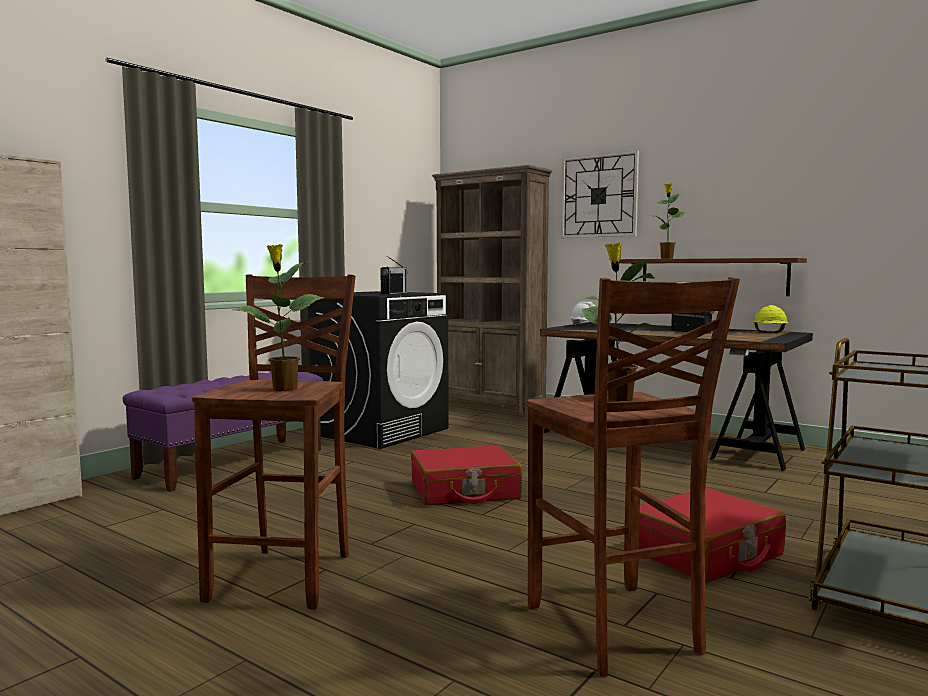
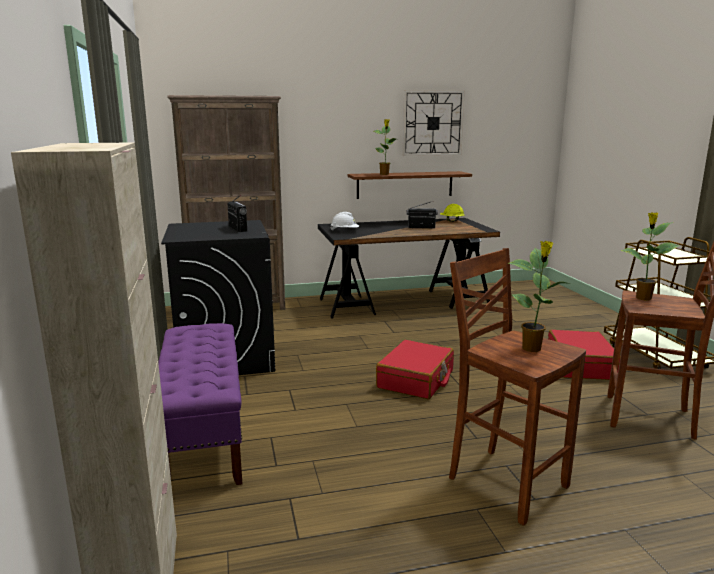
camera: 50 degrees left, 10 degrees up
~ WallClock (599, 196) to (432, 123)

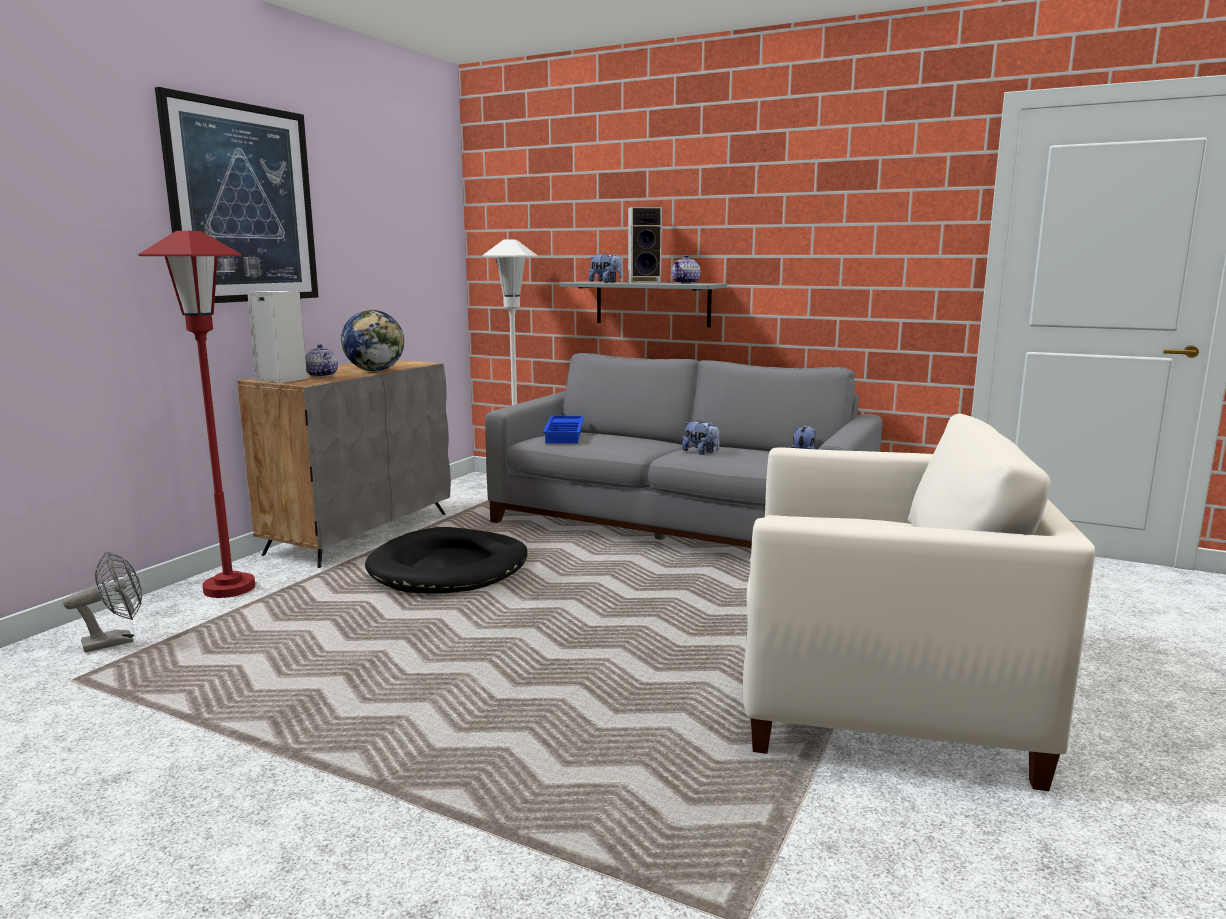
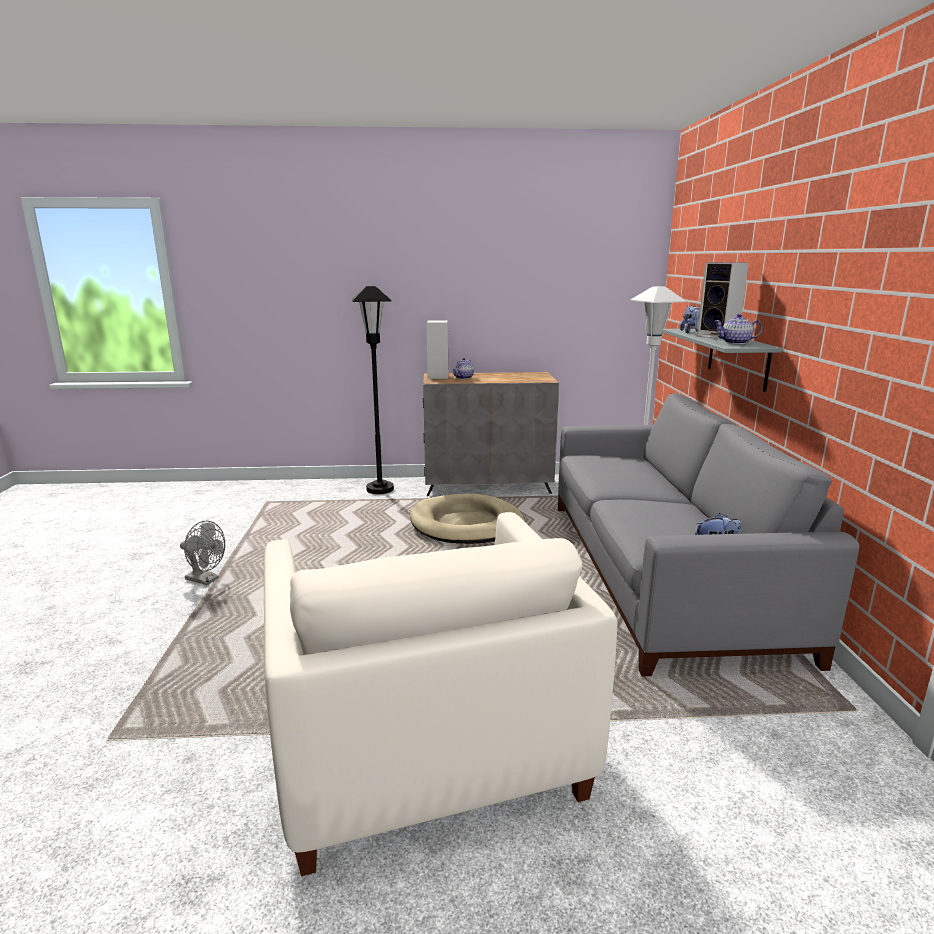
camera: 60 degrees right, 5 degrees up
- Picture (243, 204)
~ RedFloorLamp (229, 588) to BlackFloorLamp (380, 489)
- Globe (375, 370)
- BlueTray (565, 434)
- PlushToy (701, 452)
~ BlackDogBed (449, 568) to BeigeDogBed (466, 524)
~ GreyFan (116, 641) to (206, 580)

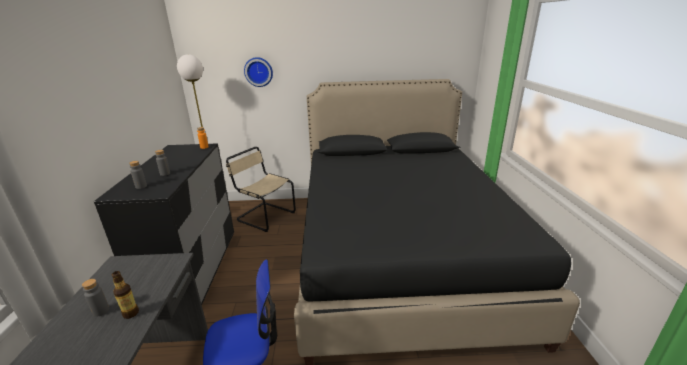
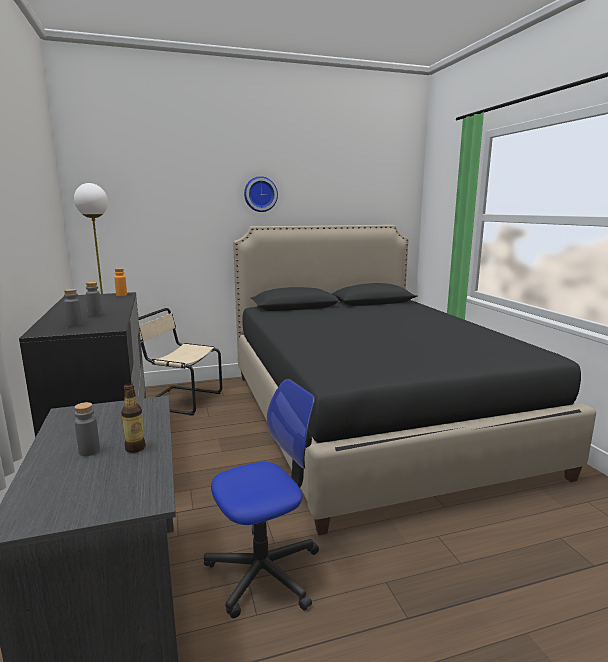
camera: 15 degrees left, 10 degrees down
~ WallClock (258, 72) to (260, 194)

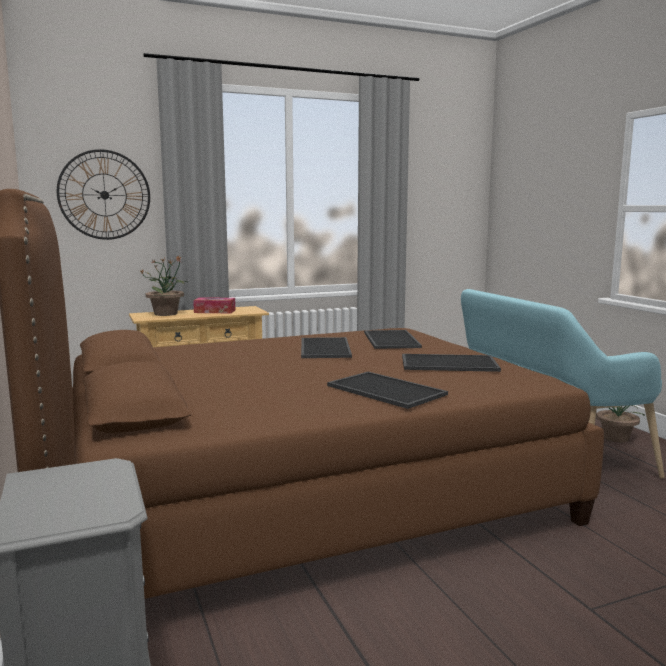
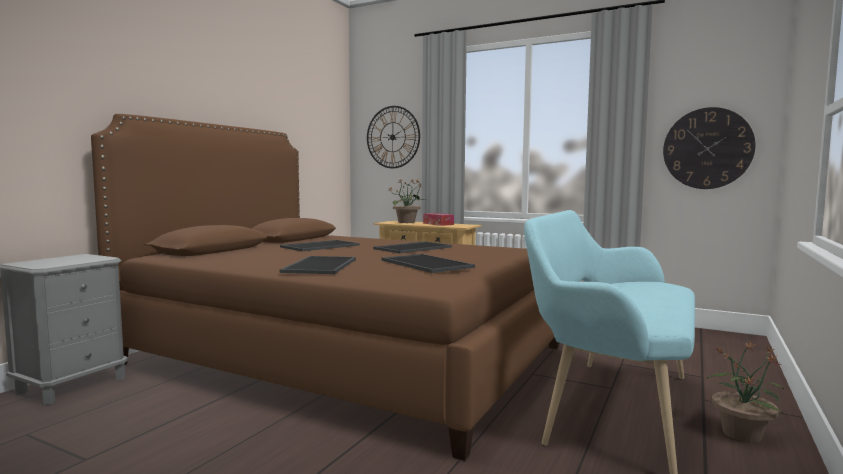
camera: 50 degrees right, 5 degrees down
~ Tray (390, 339) to (320, 246)
+ WallClock (707, 148)

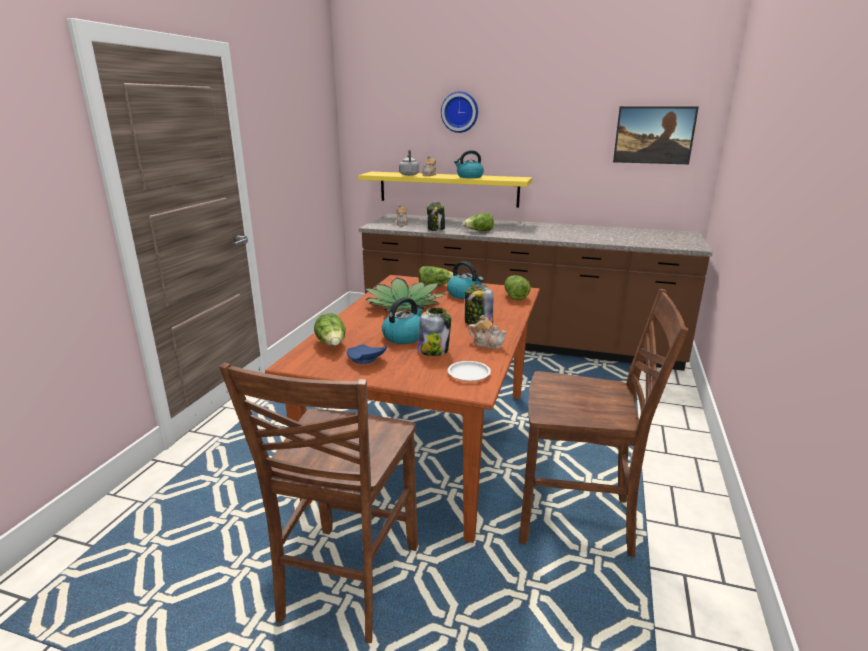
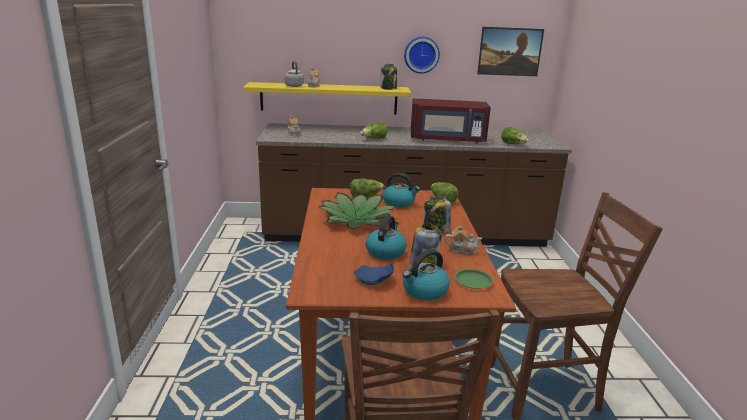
camera: 20 degrees left, 0 degrees up
~ WallClock (460, 112) to (421, 54)
~ Kettle (469, 177) to (424, 291)
~ Jar (436, 229) to (388, 88)
~ Lettuce (332, 344) to (513, 144)
~ WhitePlate (469, 374) to GreenPlate (473, 281)
+ RedMicrowave (447, 140)

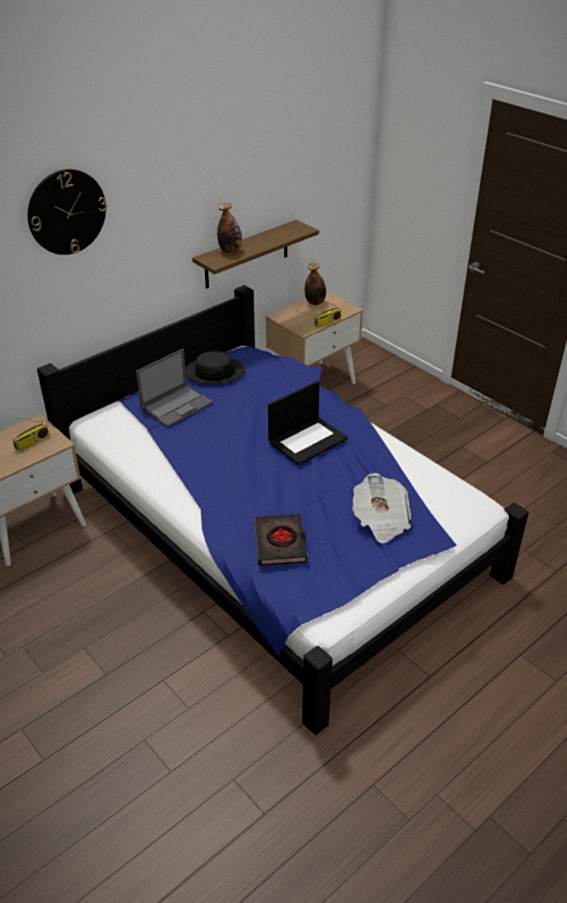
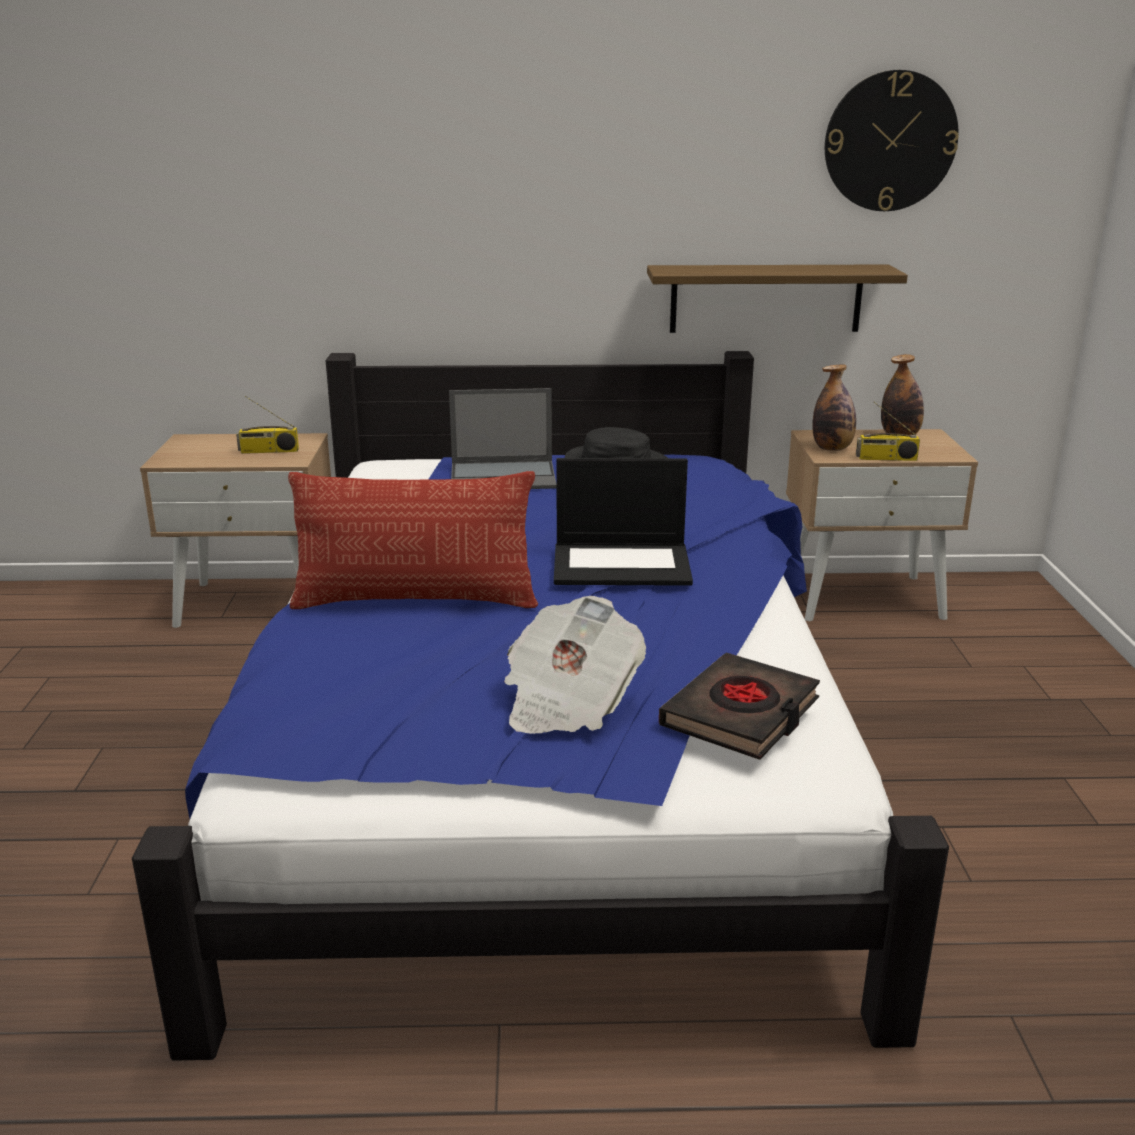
camera: 40 degrees right, 15 degrees down
~ WallClock (66, 212) to (890, 141)
~ Bottle (230, 251) to (832, 449)
~ BlackBook (280, 543) to (741, 714)
+ Pillow (416, 600)

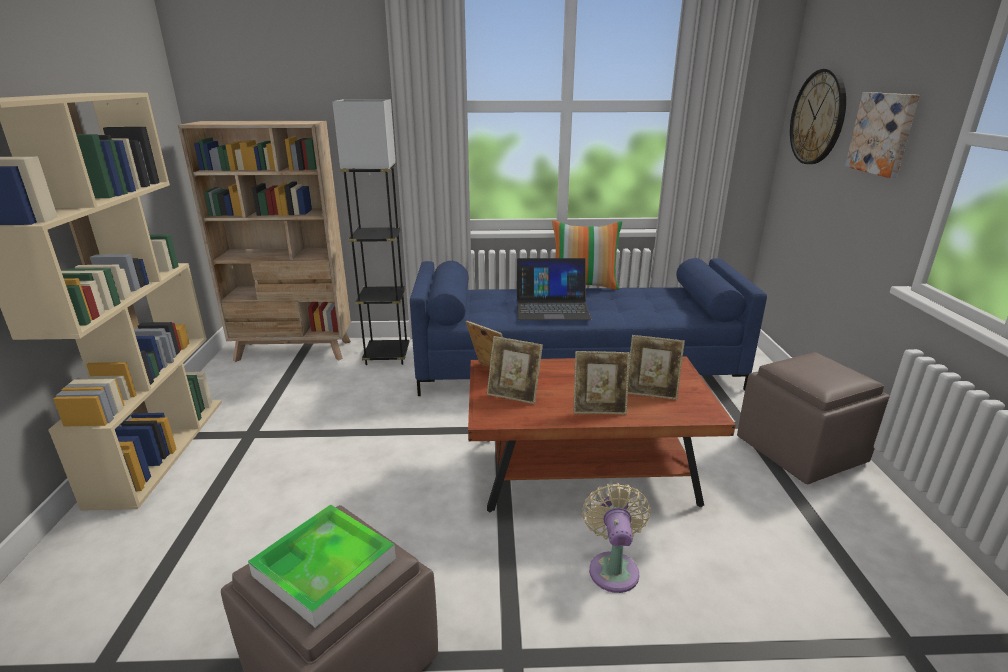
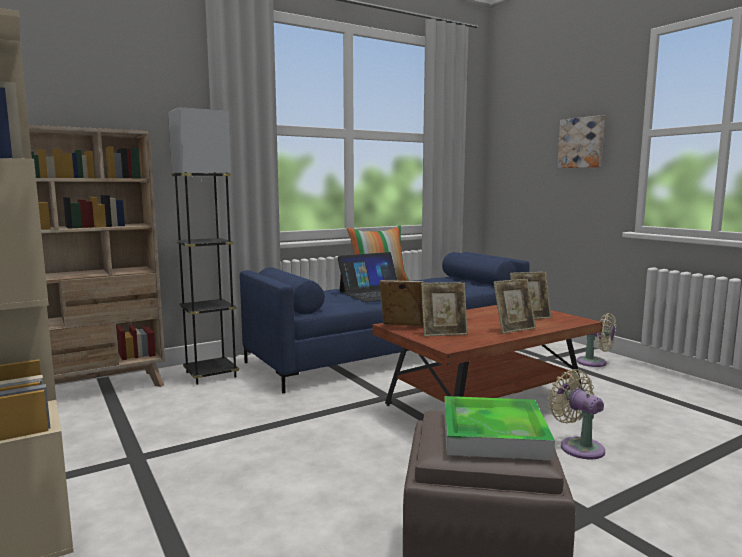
camera: 30 degrees left, 15 degrees down
- WallClock (818, 117)
~ BrownOttoman (800, 450) to BeigeFan (594, 363)

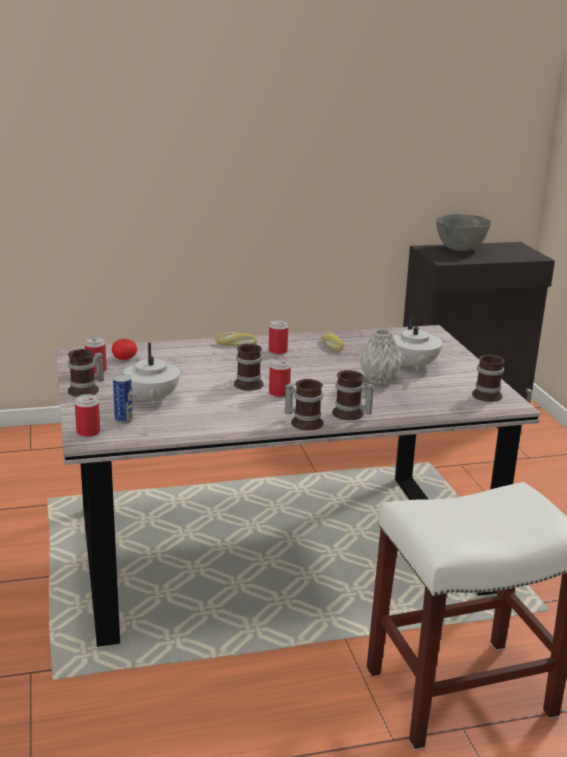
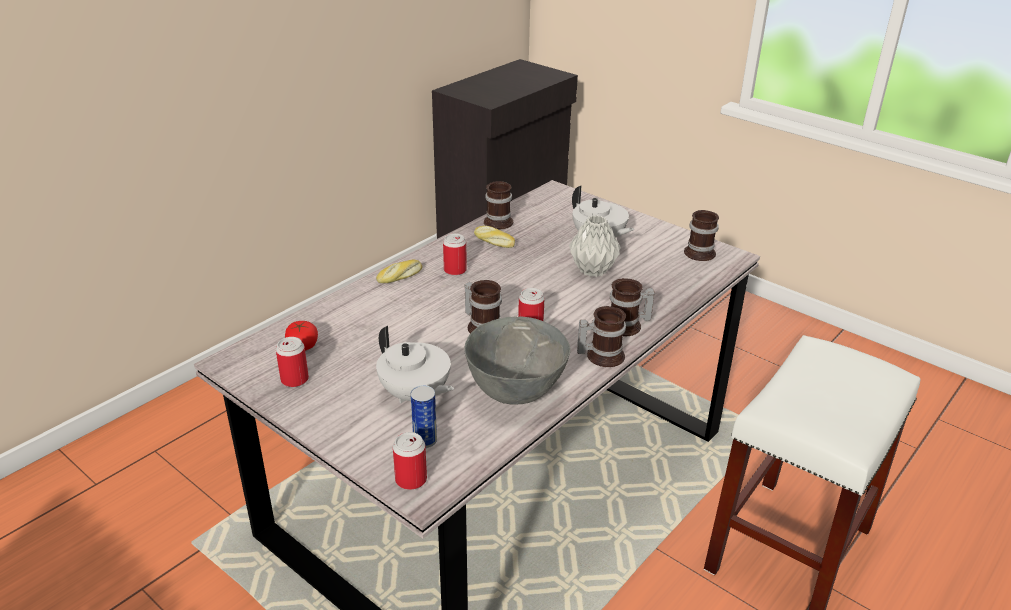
camera: 35 degrees left, 10 degrees up
~ GreyBowl (459, 249) to (514, 392)
~ Mug (87, 390) to (500, 221)

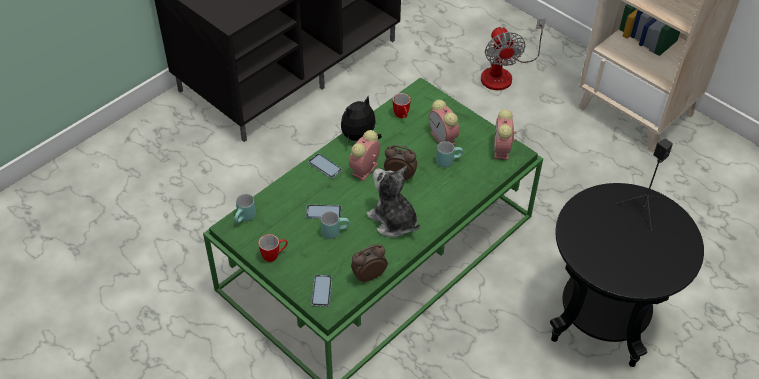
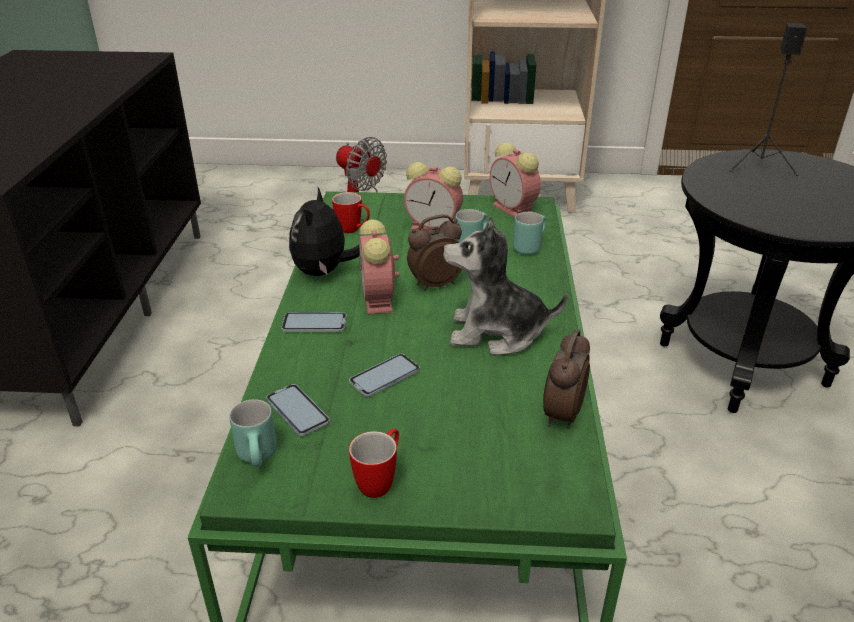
camera: 40 degrees left, 15 degrees down
~ TurquoiseMug (334, 231) to (528, 246)
~ Phone (321, 291) to (297, 411)

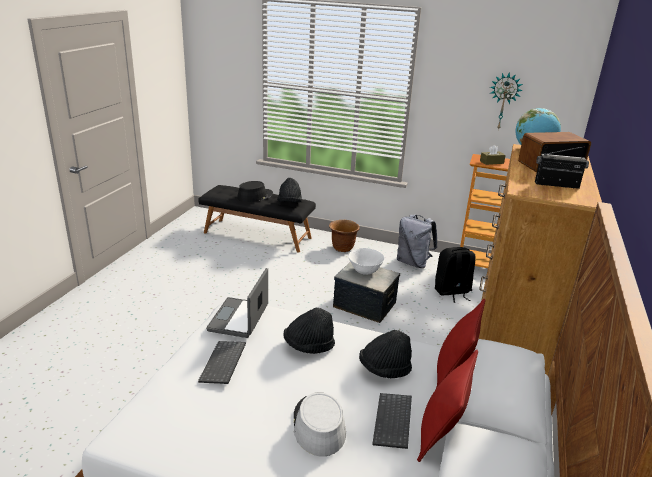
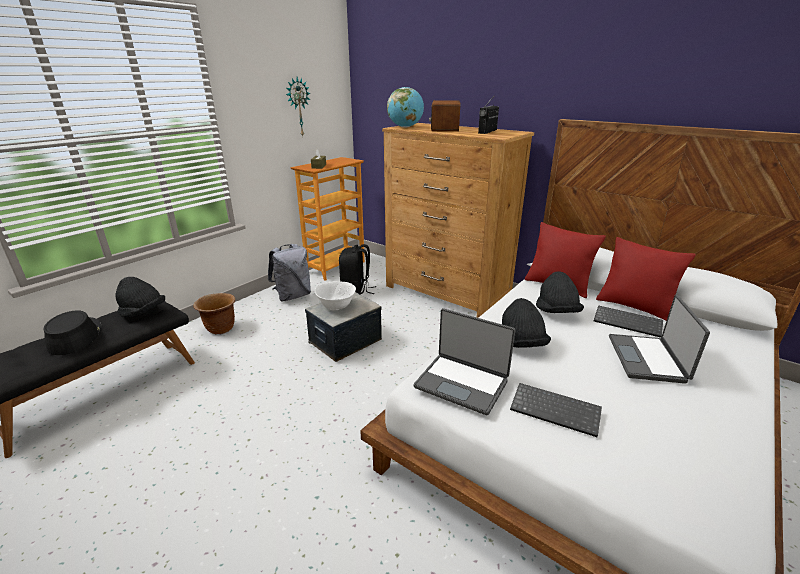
camera: 70 degrees left, 0 degrees up
~ GreyHat (318, 425) to Laptop (648, 359)

